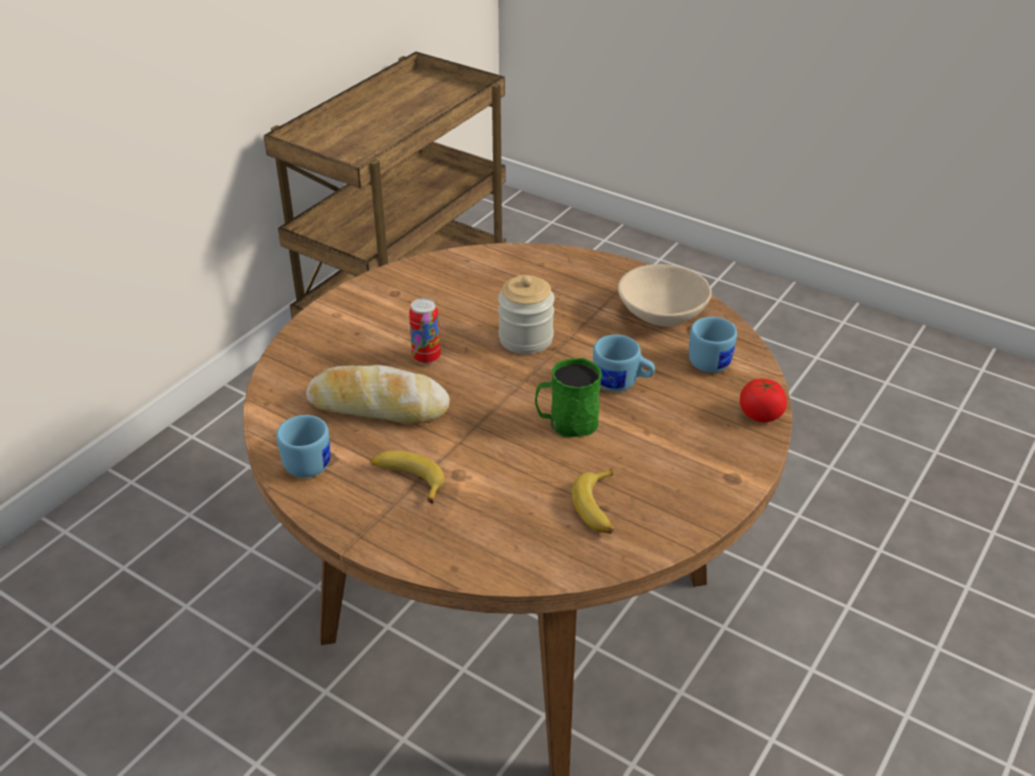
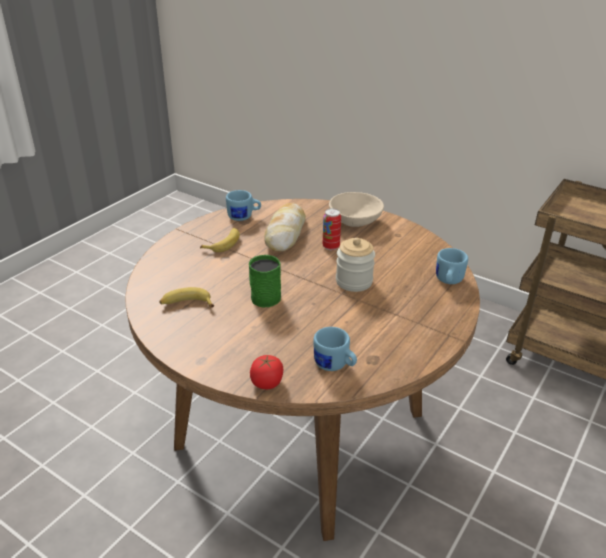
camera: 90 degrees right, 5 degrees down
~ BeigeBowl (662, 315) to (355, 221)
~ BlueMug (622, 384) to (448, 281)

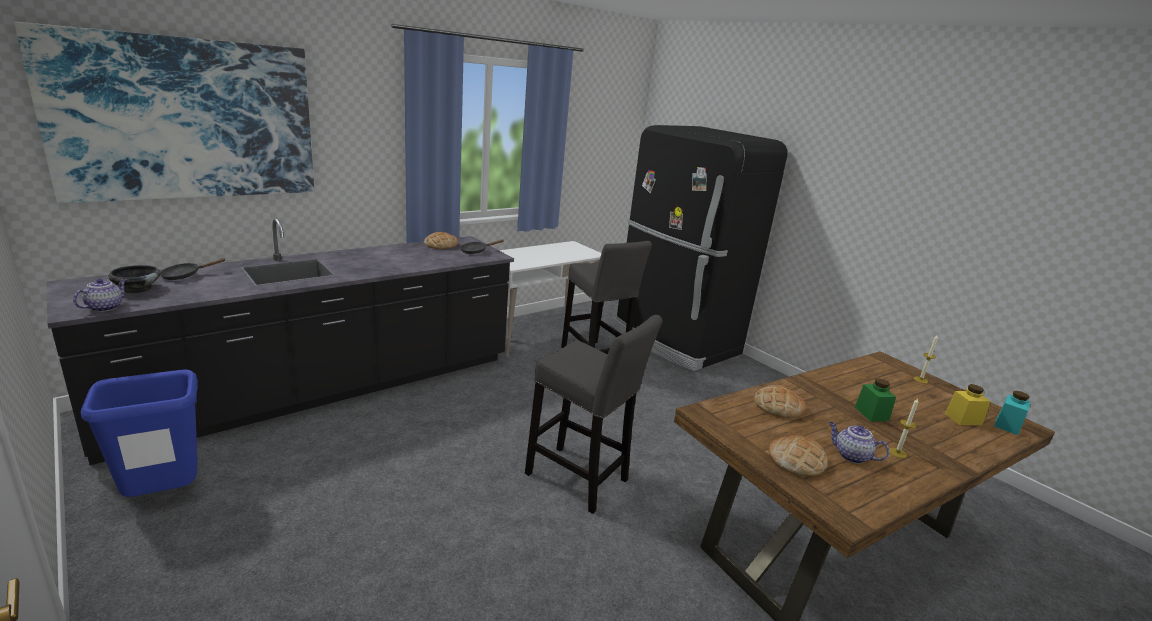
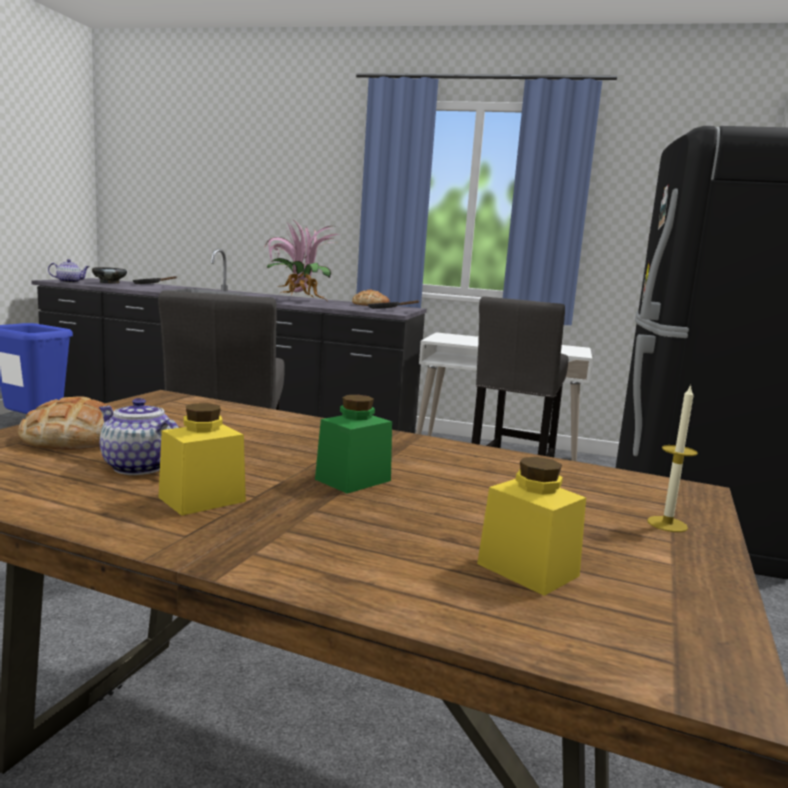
camera: 55 degrees right, 10 degrees down
- Picture (187, 119)
- Bread (778, 406)
- TurquoiseJar (1007, 425)
~ Candle (897, 453) to YellowJar (202, 499)
~ Teapot (851, 456) = (137, 467) 60 degrees counterclockwise
+ PottedPlant (299, 301)

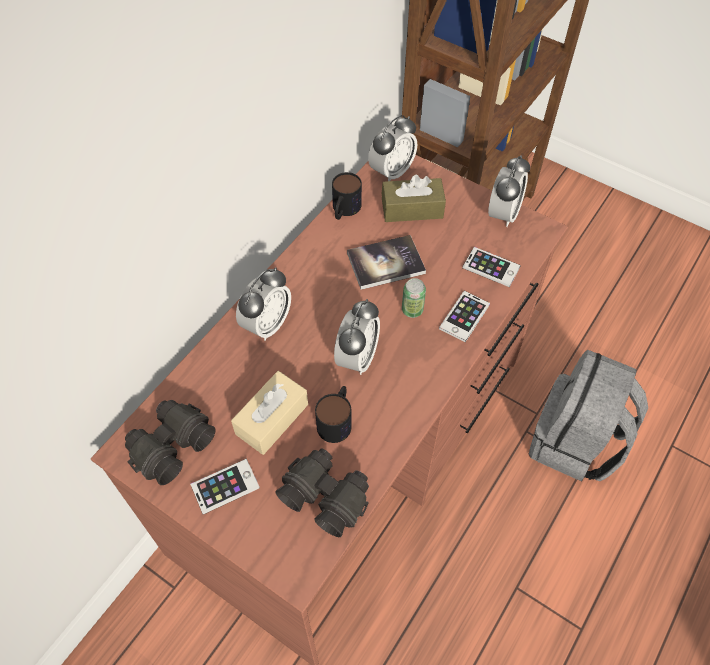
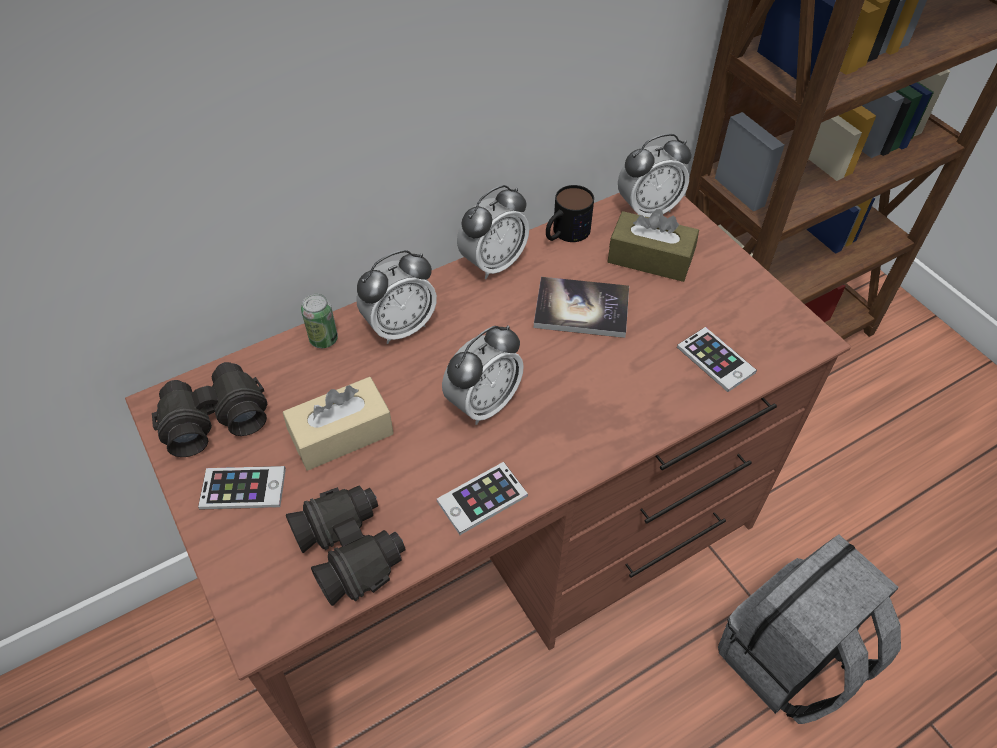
camera: 25 degrees right, 5 degrees down
~ AlarmClock (503, 214) to (493, 263)
~ Can (412, 310) to (323, 339)
~ Phone (464, 316) to (482, 498)
- Mug (337, 419)

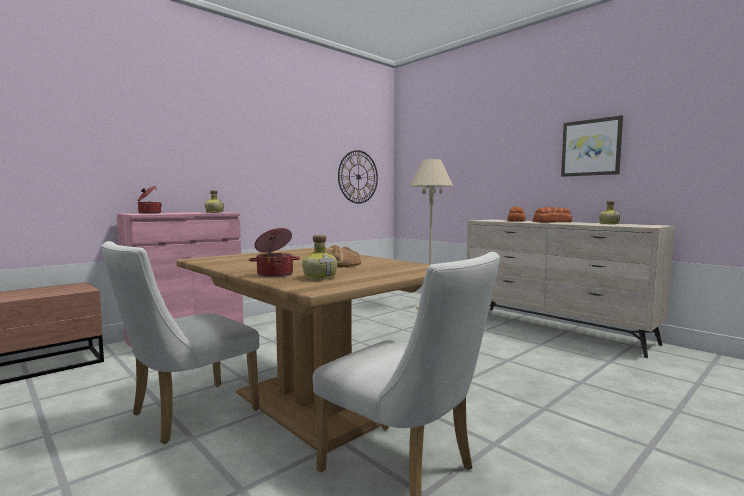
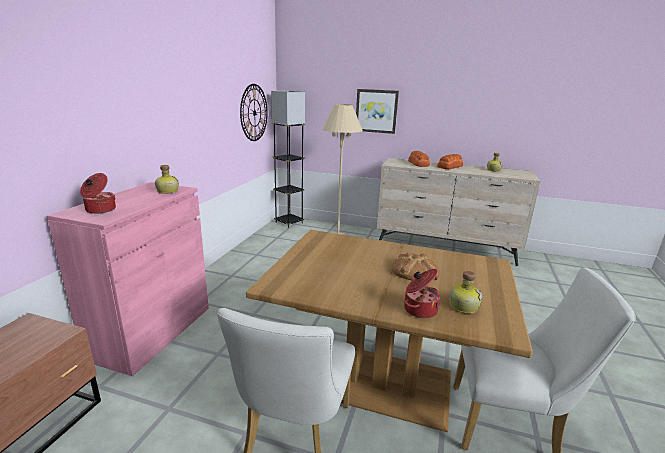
camera: 30 degrees left, 15 degrees up
~ Picture (591, 147) to (376, 111)
+ GreyFloorLamp (289, 222)

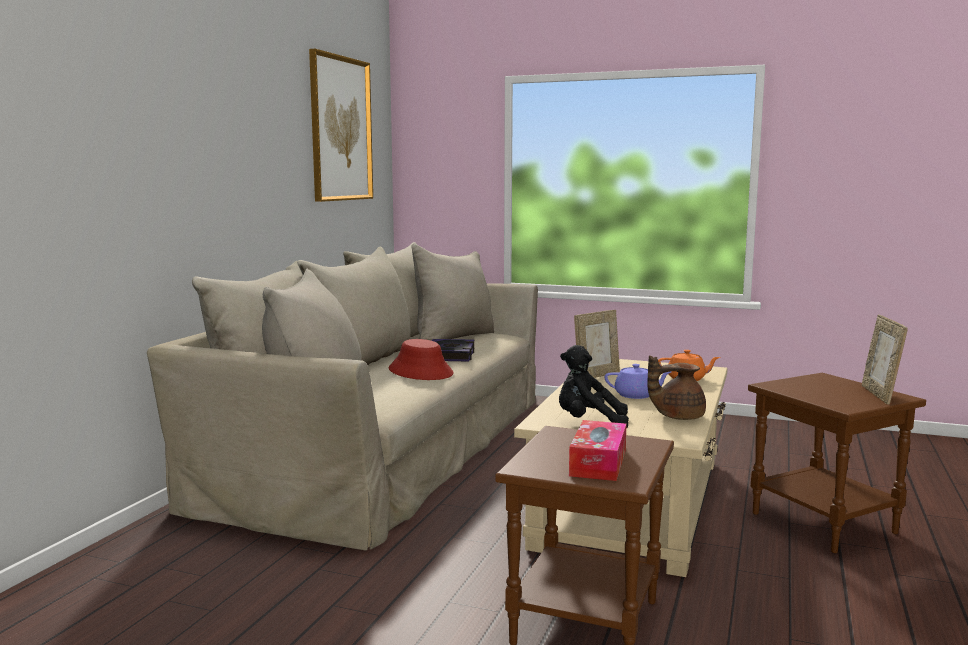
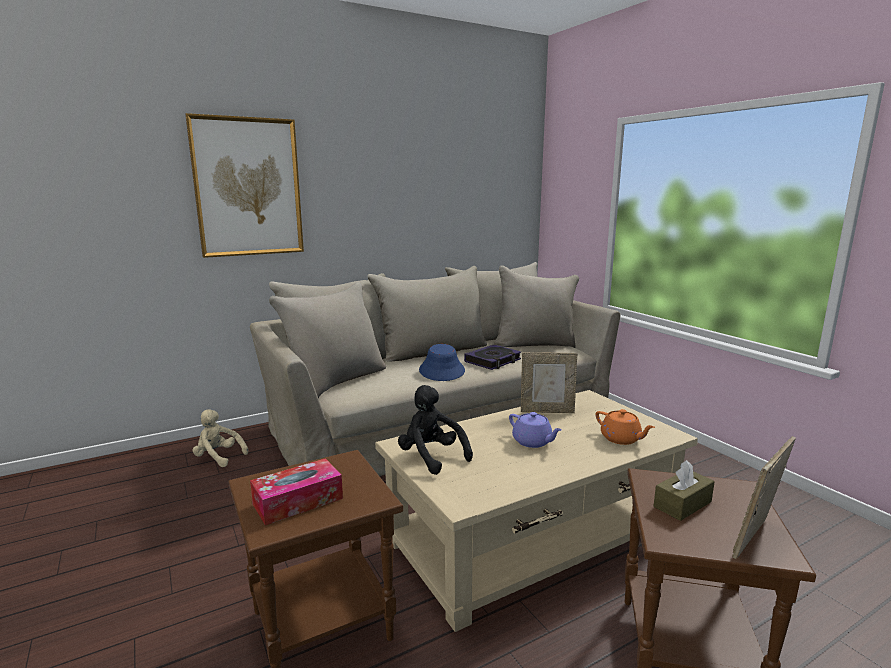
camera: 40 degrees right, 5 degrees up
~ Picture (340, 129) to (248, 187)
~ RedHat (421, 371) to BlueHat (442, 371)
- BrownTeapot (677, 416)
+ BeigePlushToy (218, 457)
+ BrownTissueBox (682, 504)

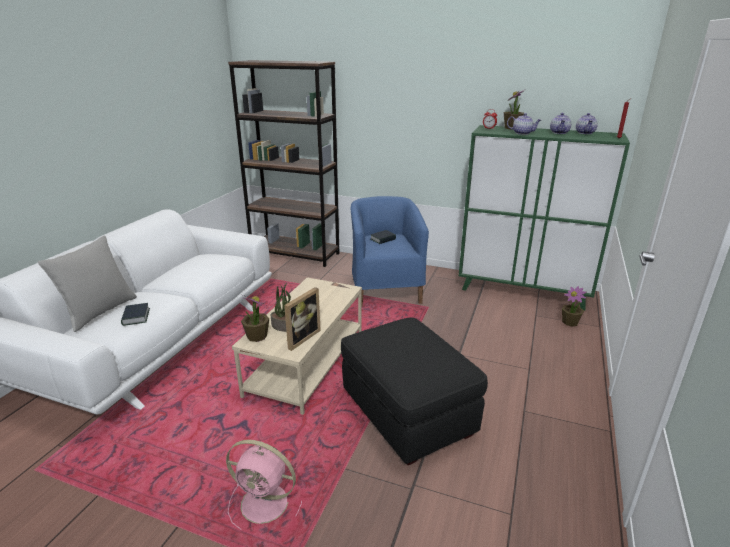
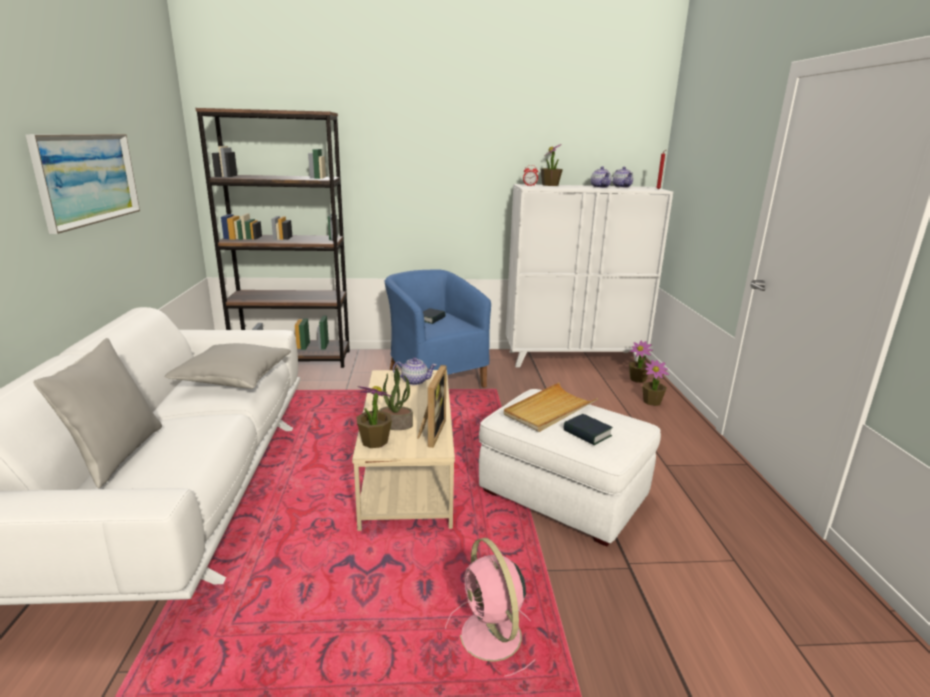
camera: 25 degrees left, 5 degrees down
~ Teapot (522, 133) to (415, 381)
~ GreenCabinet (523, 291) to WhiteCabinet (574, 359)
~ Book (136, 317) to (587, 433)
~ BlackOttoman (407, 414) to WhiteOttoman (564, 497)
~ PinkFan (267, 504) = (492, 638) 75 degrees clockwise
+ Picture (87, 178)
+ GreyPillow (233, 378)
+ PottedPlant (652, 402)
+ BeigeTray (549, 410)

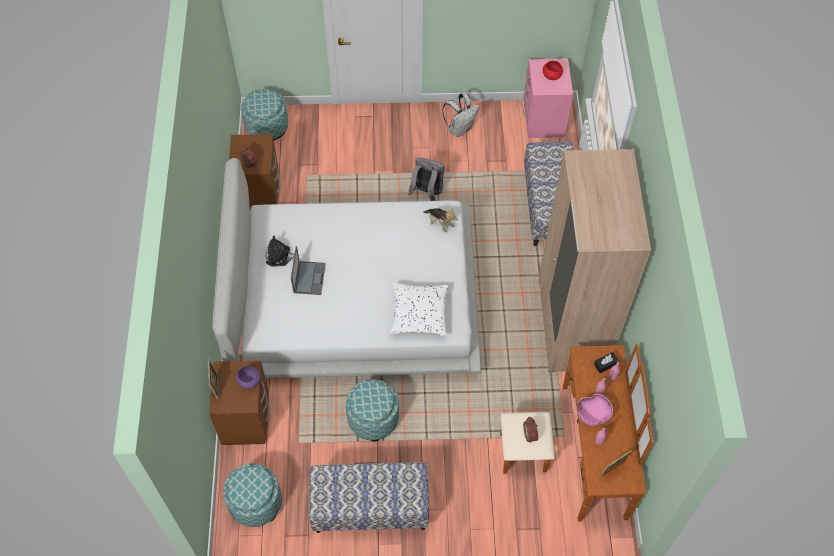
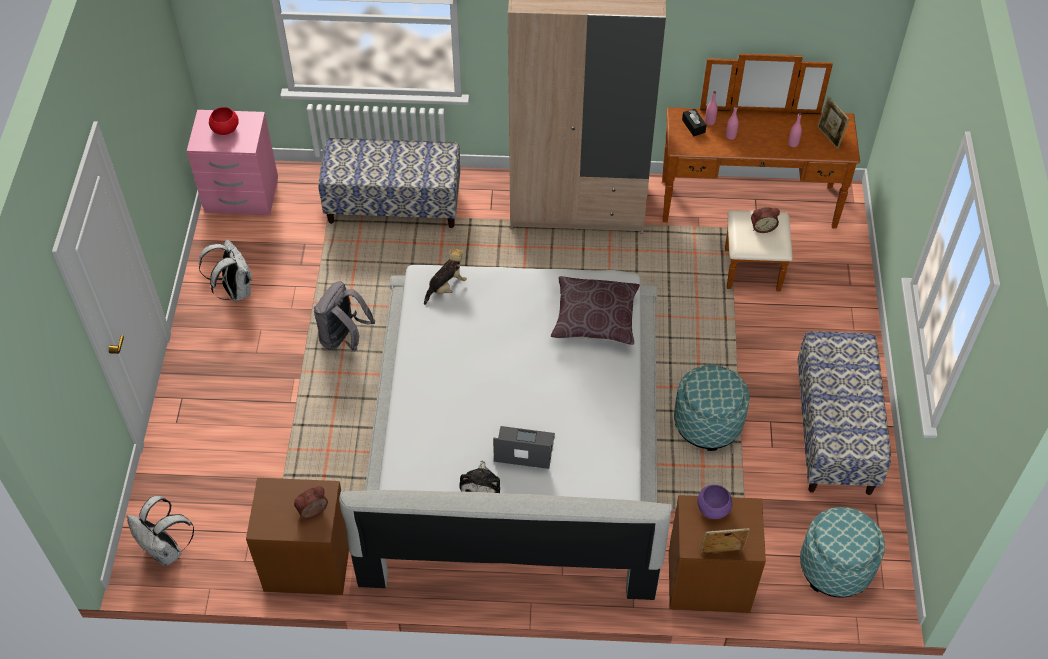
camera: 85 degrees left, 5 degrees down
~ Ottoman (267, 127) to WhiteBackpack (166, 550)
~ WhitePillow (419, 314) to BrownPillow (595, 318)
- PinkBowl (593, 415)

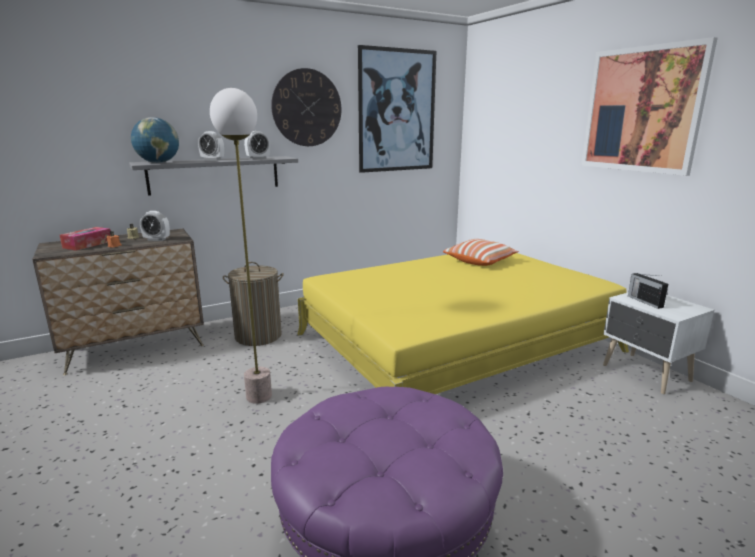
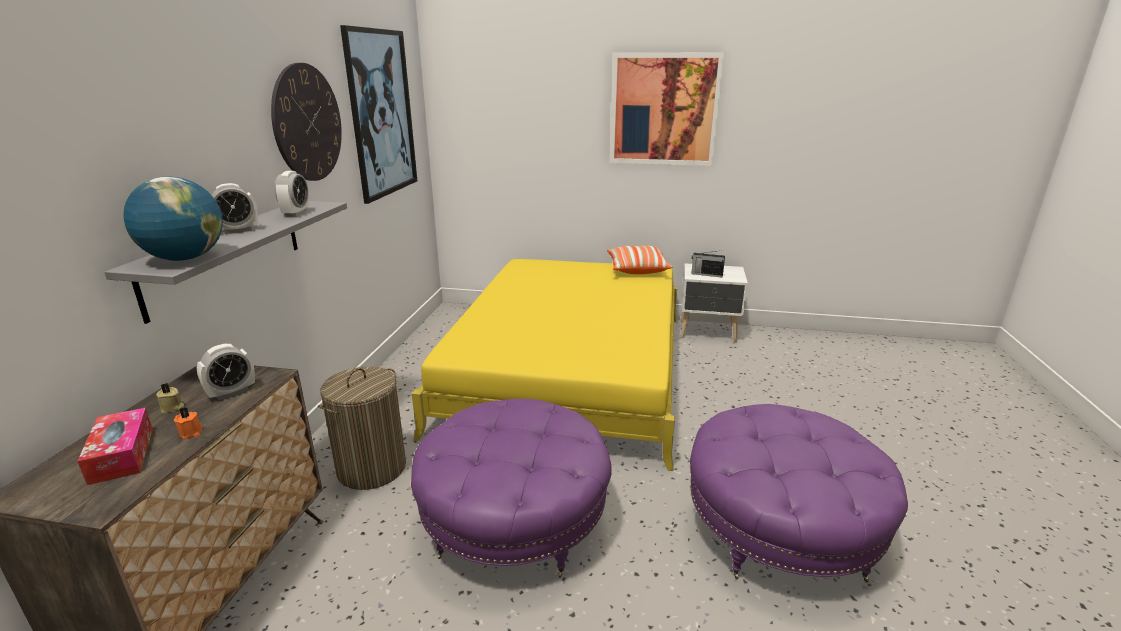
camera: 50 degrees left, 5 degrees up
~ FloorLamp (259, 396) to PurpleOttoman (514, 521)
~ Pillow (480, 261) to (637, 269)

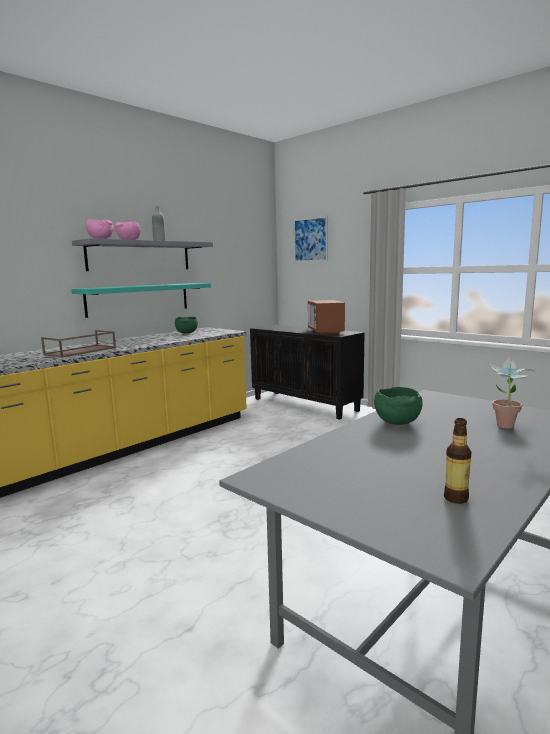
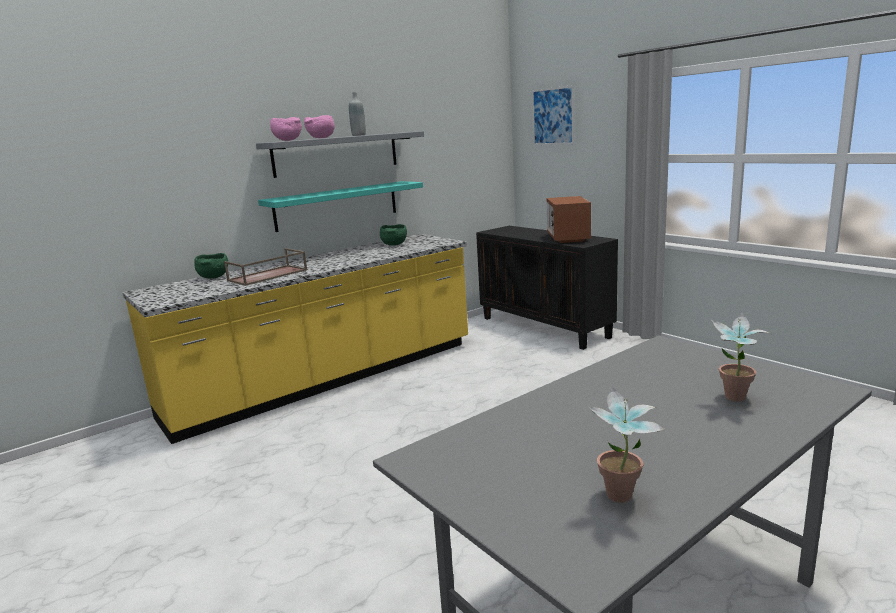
camera: 10 degrees right, 5 degrees up
~ GreenBowl (396, 422) to (214, 277)
~ Bottle (456, 498) to PottedPlant (623, 501)

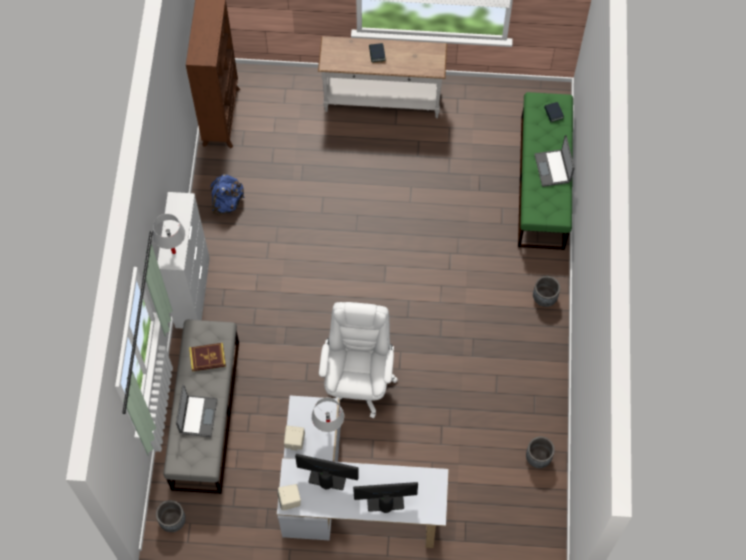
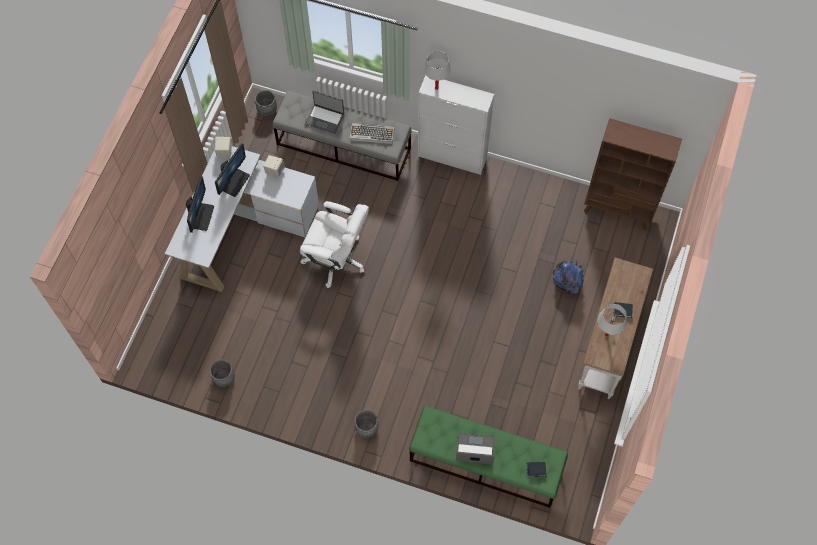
camera: 105 degrees right, 0 degrees up
~ BlueBackpack (227, 202) to (567, 283)
~ Book (207, 358) to Keyboard (371, 134)
~ WhiteTableLamp (328, 429) to (606, 334)

